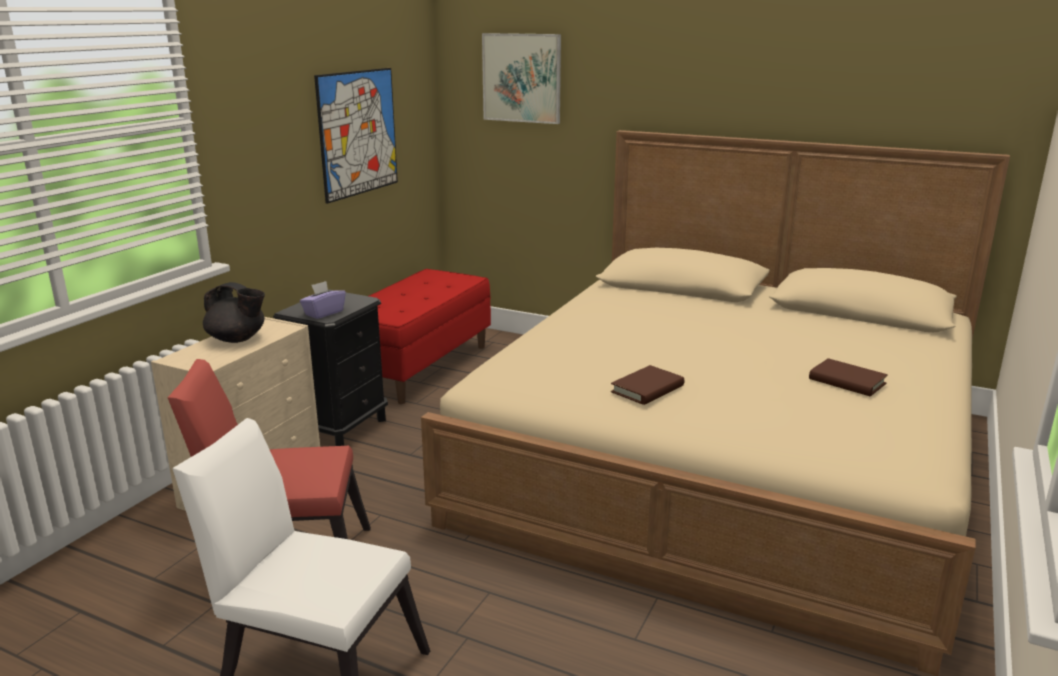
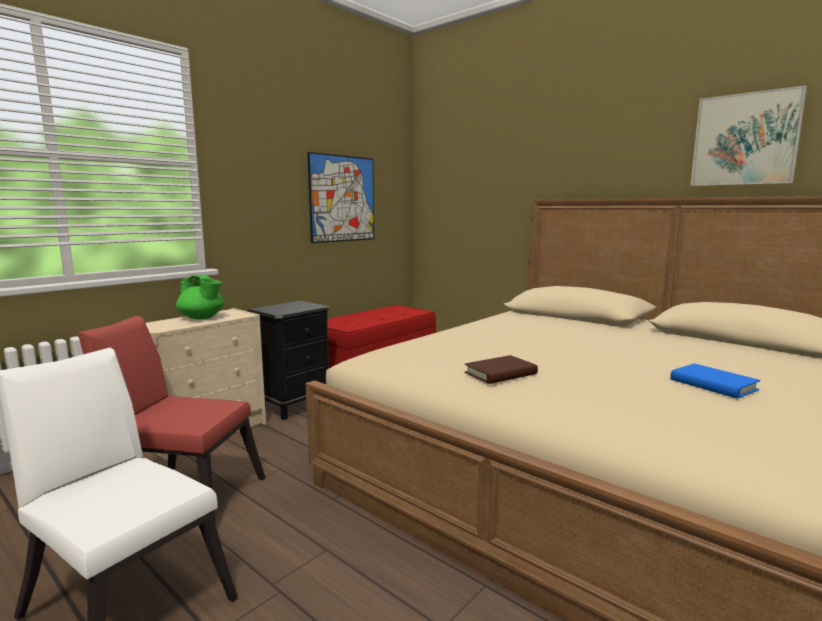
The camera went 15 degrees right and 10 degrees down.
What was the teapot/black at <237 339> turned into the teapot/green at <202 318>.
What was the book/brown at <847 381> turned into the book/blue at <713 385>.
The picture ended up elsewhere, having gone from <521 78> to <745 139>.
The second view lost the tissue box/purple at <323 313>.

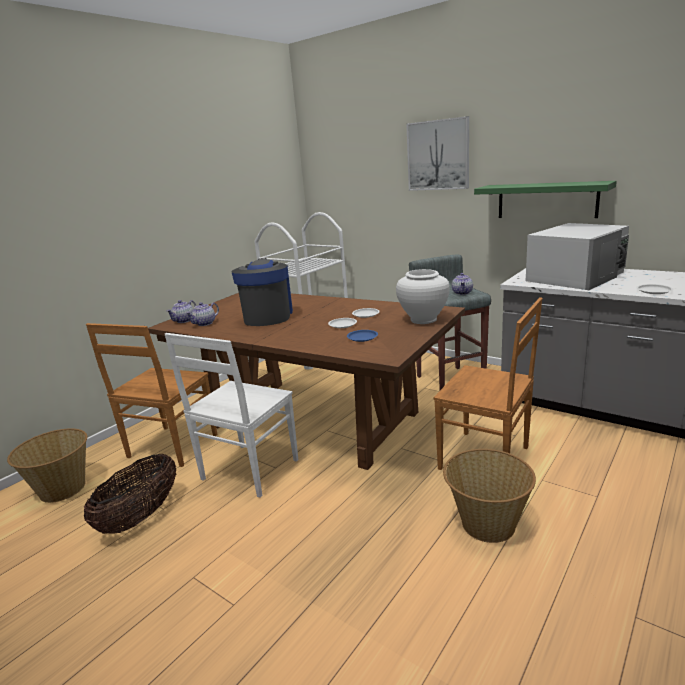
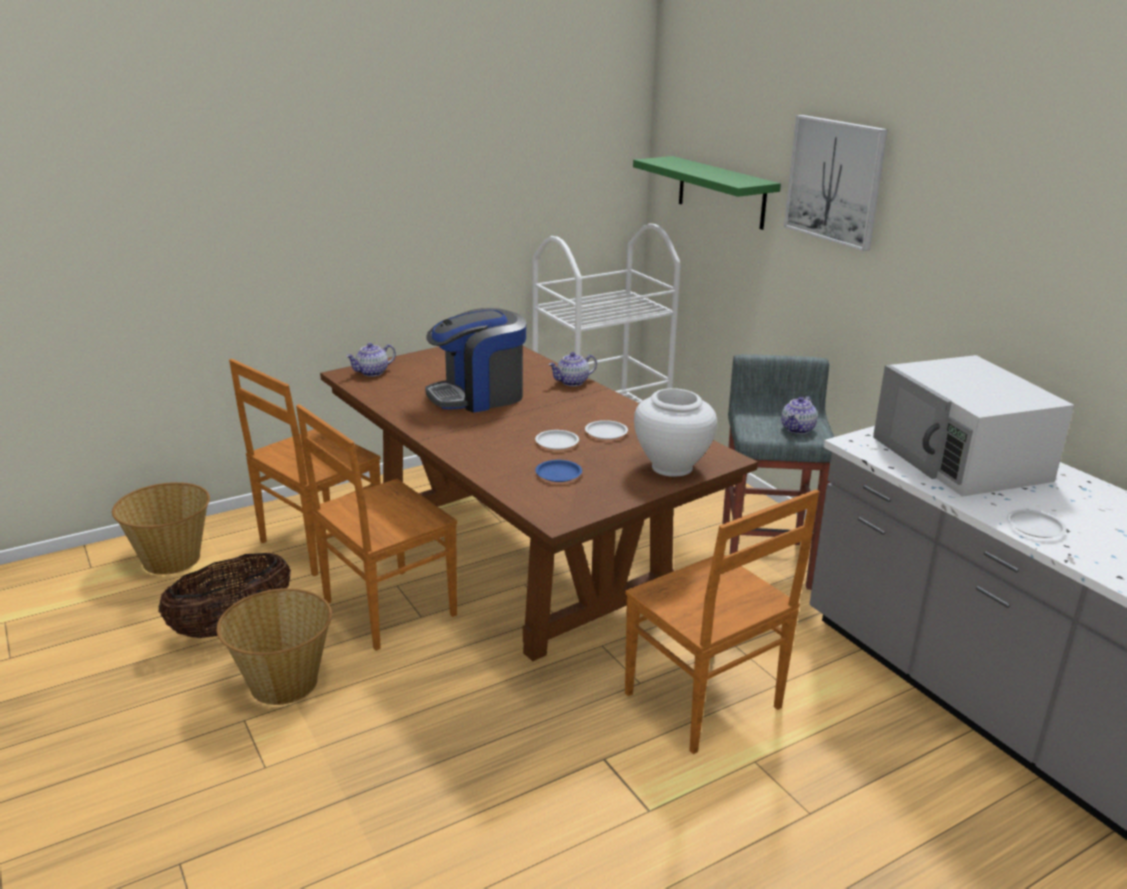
The camera went 20 degrees right and 5 degrees up.
The basket ended up elsewhere, having gone from <487 524> to <283 682>.
What was the chair/white at <248 471> turned into the chair/brown at <386 610>.
The coffee machine at <267 316> ended up facing another way, 135 degrees counterclockwise from before.
The teapot ended up elsewhere, having gone from <205 323> to <572 382>.
The shelf/green ended up elsewhere, having gone from <546 200> to <721 192>.
The microwave/white at <576 276> ended up facing another way, 90 degrees clockwise from before.

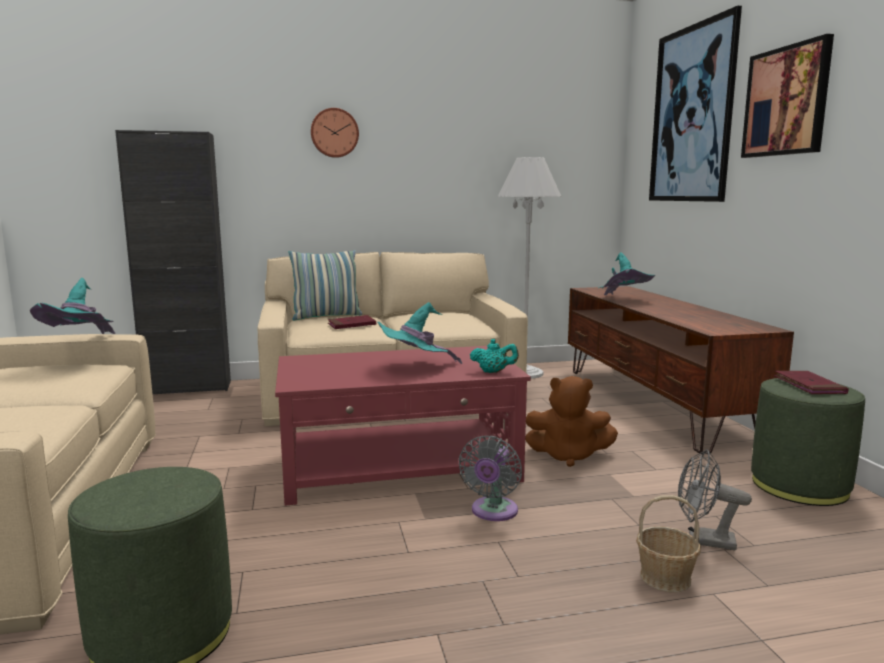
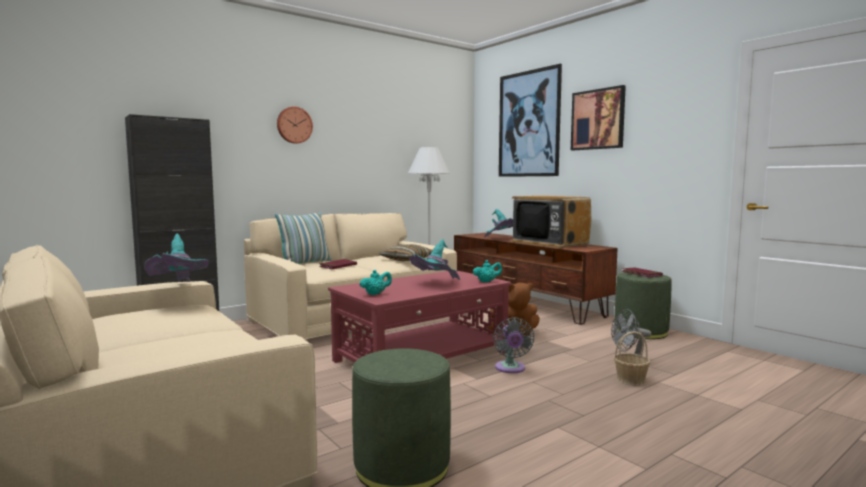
The camera went 25 degrees left and 5 degrees down.
The second view gained the teapot/turquoise at <375 294>.
The second view gained the pillow at <407 260>.
The second view gained the television at <549 243>.

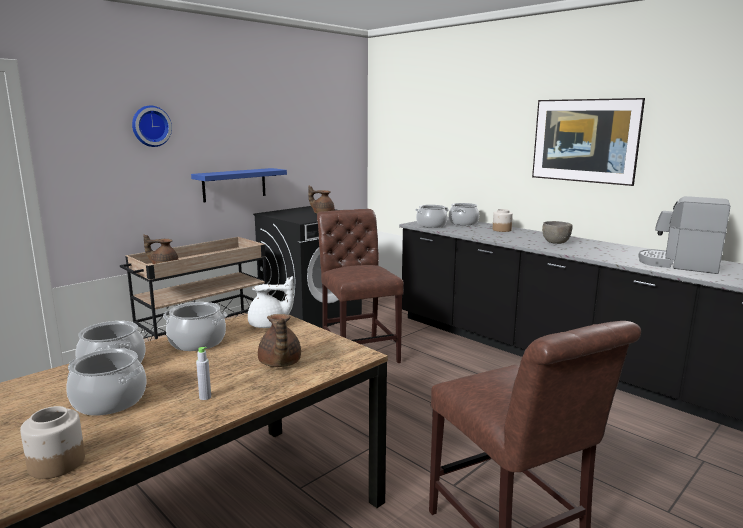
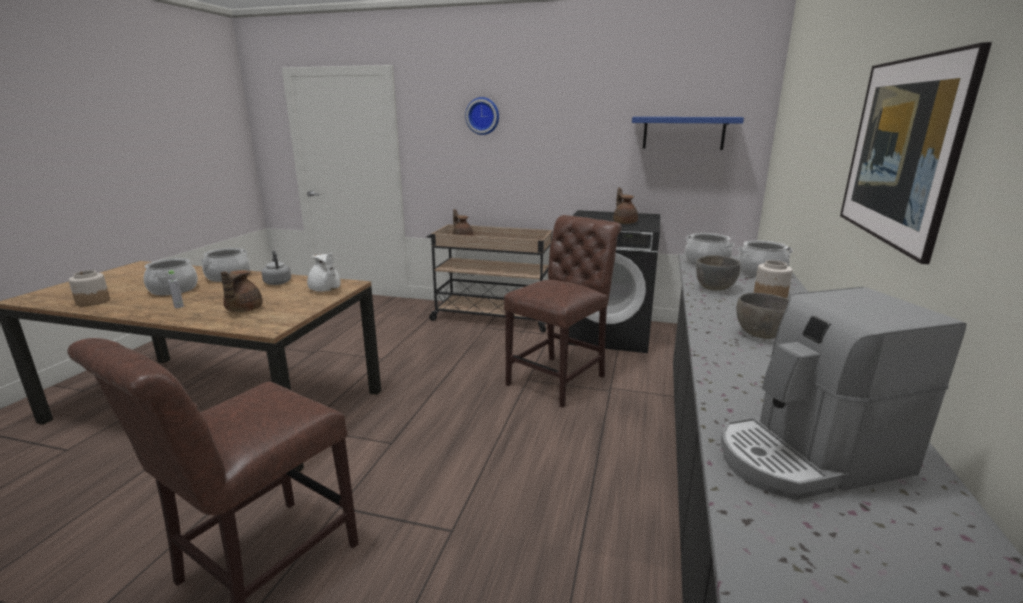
The camera went 60 degrees right and 5 degrees up.
The teapot/brown at <279 363> ended up facing another way, 45 degrees counterclockwise from before.
Where the cooking pot stood at <197 342>, the kettle/grey came to stand at <277 282>.
The shelf/blue ended up elsewhere, having gone from <234 184> to <683 133>.
The second view gained the bowl/grey at <715 288>.
The coffee machine at <679 264> ended up facing another way, 105 degrees counterclockwise from before.

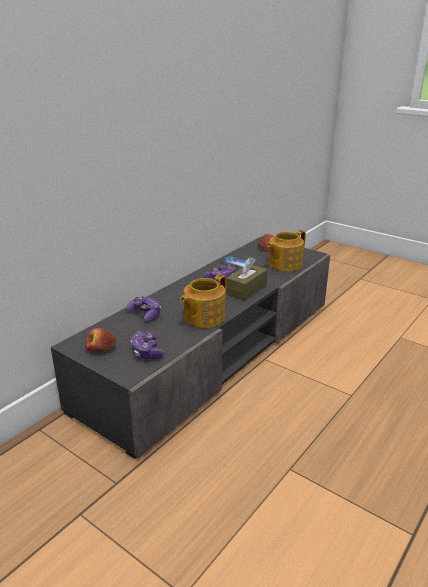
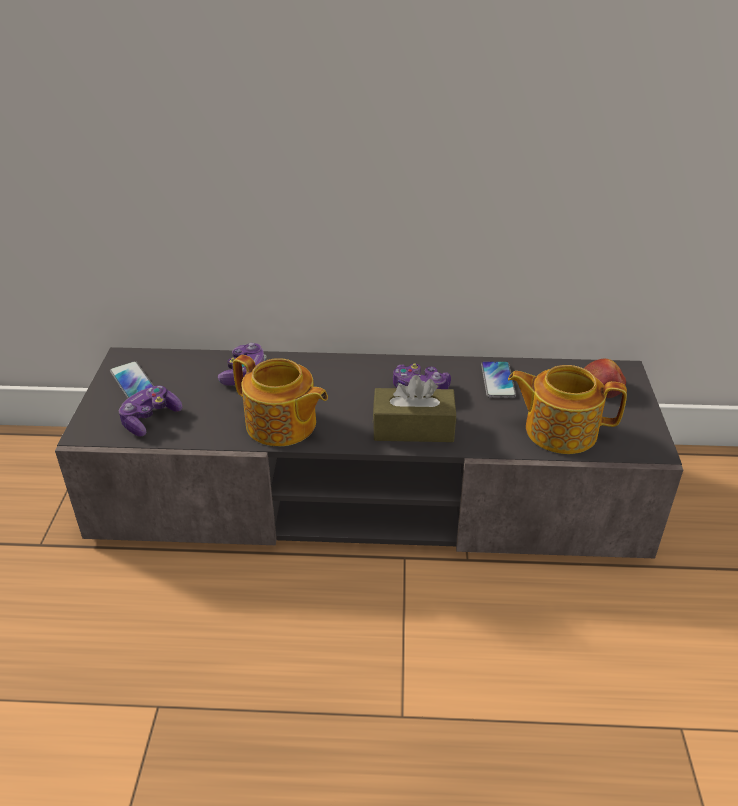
The camera went 55 degrees right and 10 degrees up.
Where the apple stood at <101 348>, the phone came to stand at <132 381>.
The teapot at <203 317> ended up facing another way, 150 degrees counterclockwise from before.

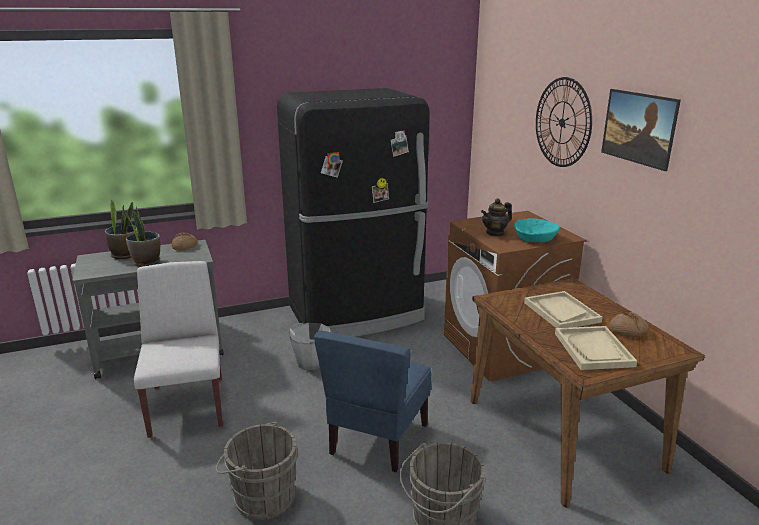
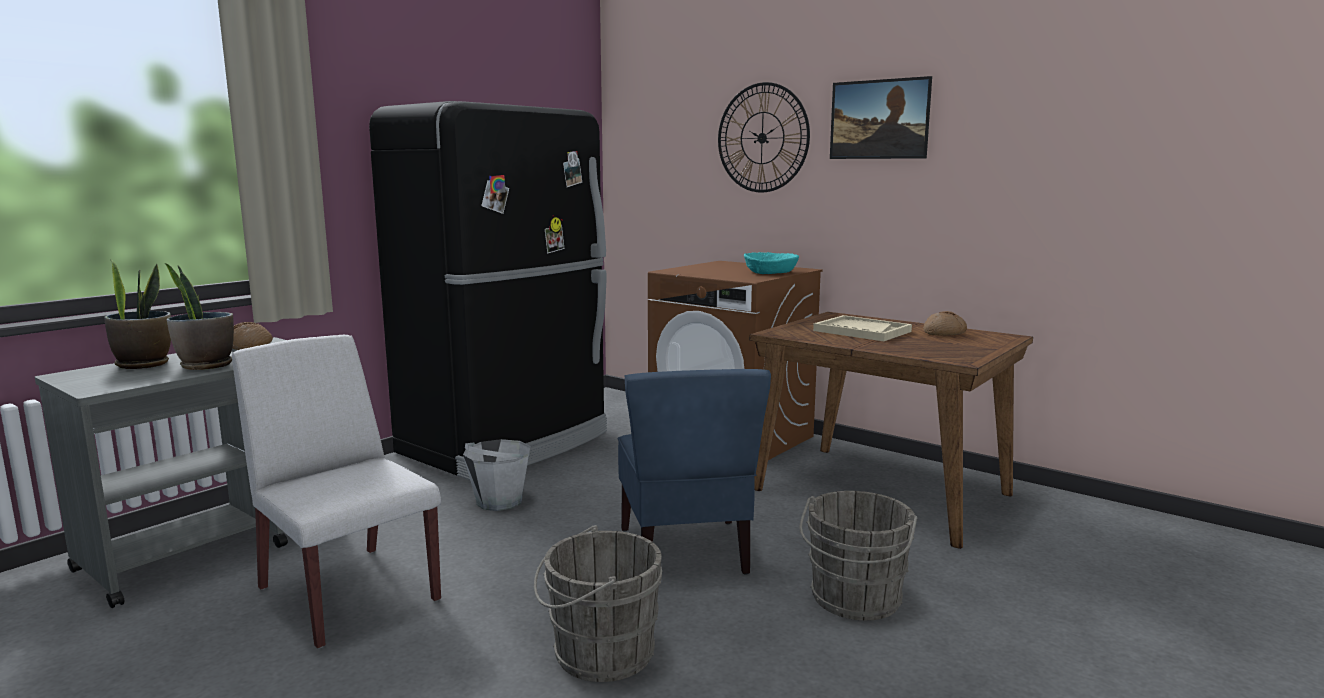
The camera went 30 degrees left and 10 degrees down.
The second view lost the teapot at <495 233>.
The second view lost the tray/beige at <593 349>.

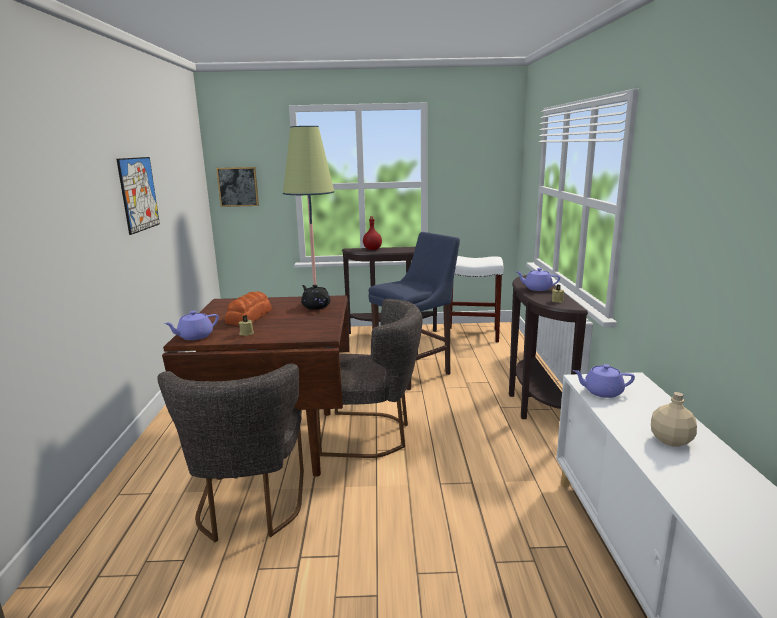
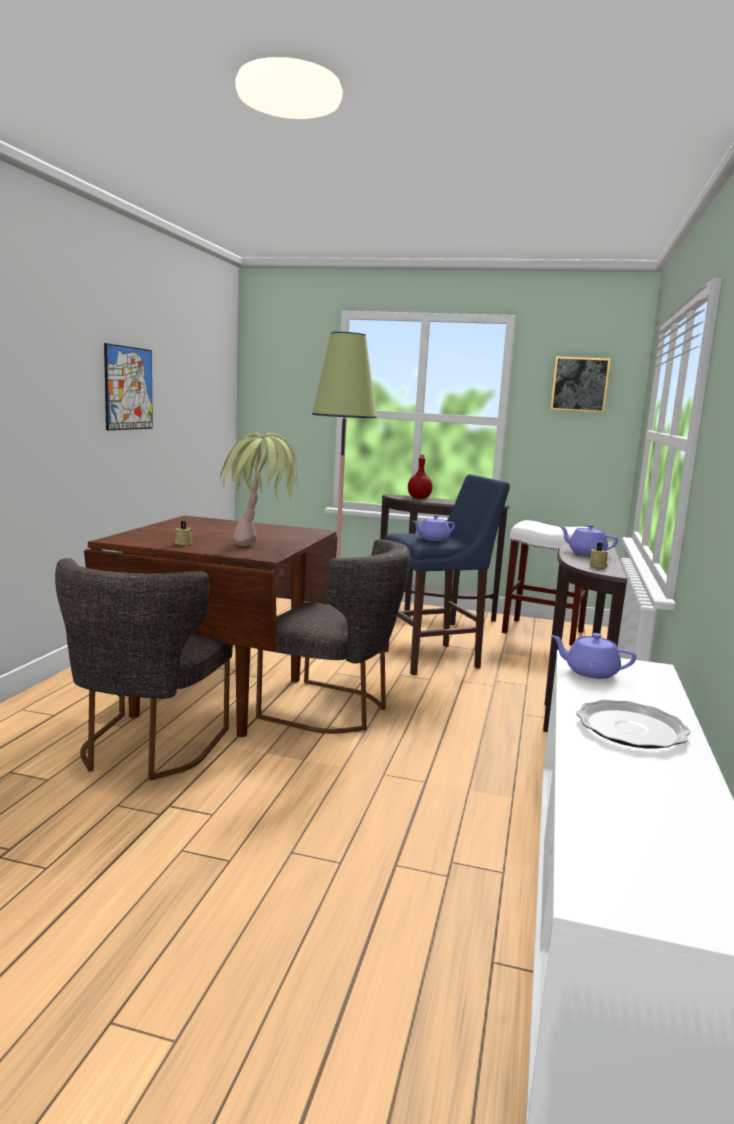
The camera went 15 degrees right and 5 degrees down.
The second view gained the potted plant at <259 550>.
The teapot/purple ended up elsewhere, having gone from <194 336> to <433 539>.
The picture ended up elsewhere, having gone from <238 186> to <579 384>.
Where the bottle/beige stood at <671 440>, the plate came to stand at <632 729>.
The second view lost the bread at <250 316>.
The second view lost the teapot/black at <315 306>.

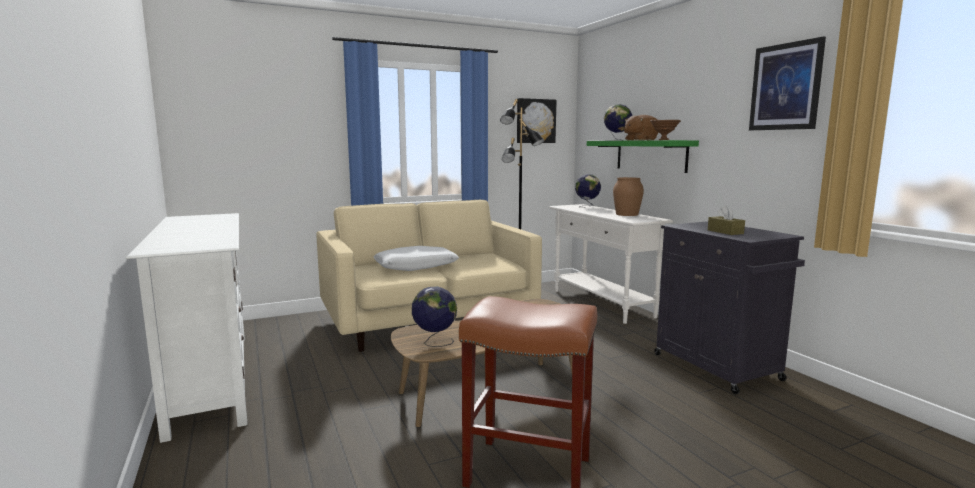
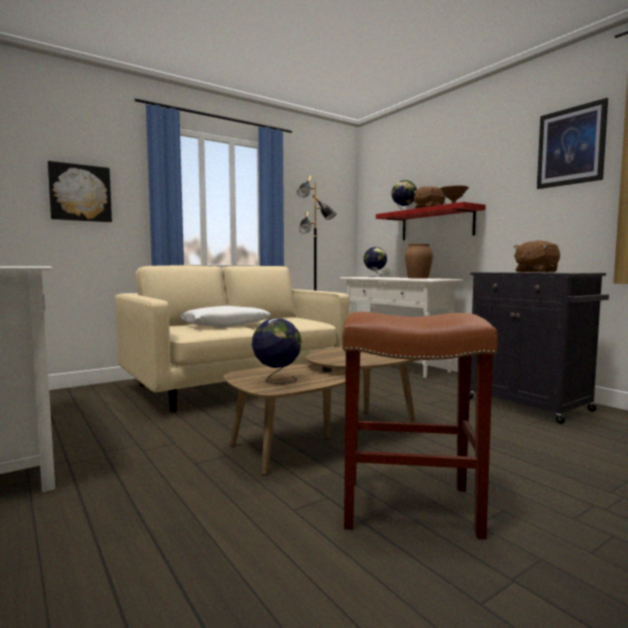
The camera went 10 degrees left and 5 degrees down.
The picture ended up elsewhere, having gone from <535 121> to <80 193>.
What was the shelf/green at <650 155> turned into the shelf/red at <436 224>.
Where the tissue box/brown stood at <725 232>, the plush toy/brown came to stand at <535 272>.

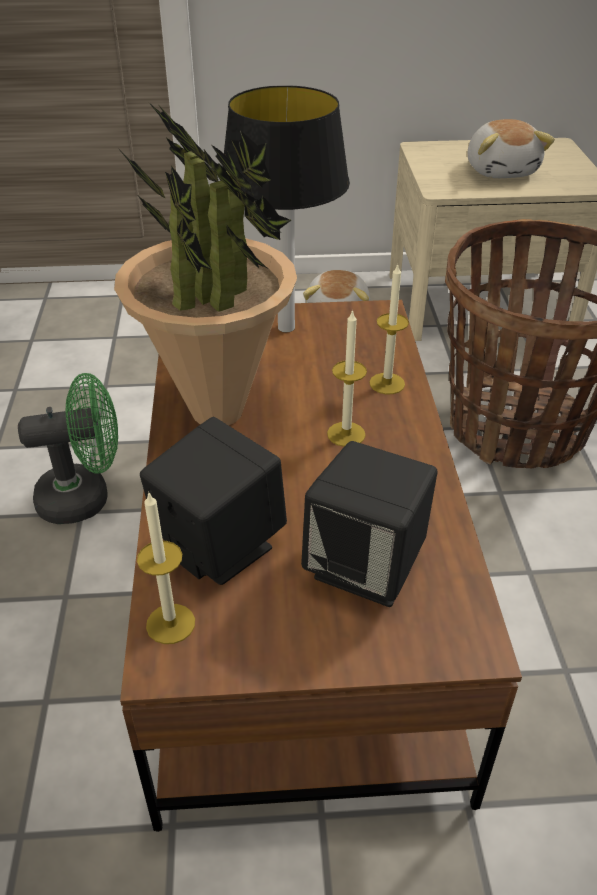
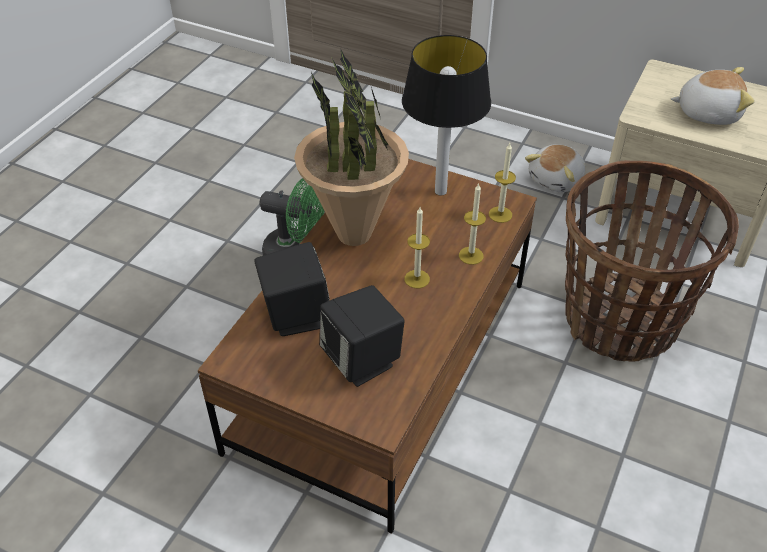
The camera went 30 degrees right and 5 degrees up.
The candle ended up elsewhere, having gone from <170 623> to <500 214>.
The plush toy at <501 170> ended up facing another way, 105 degrees counterclockwise from before.

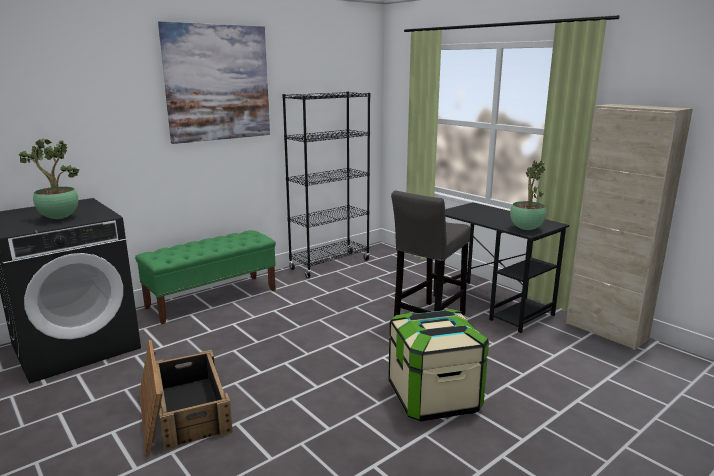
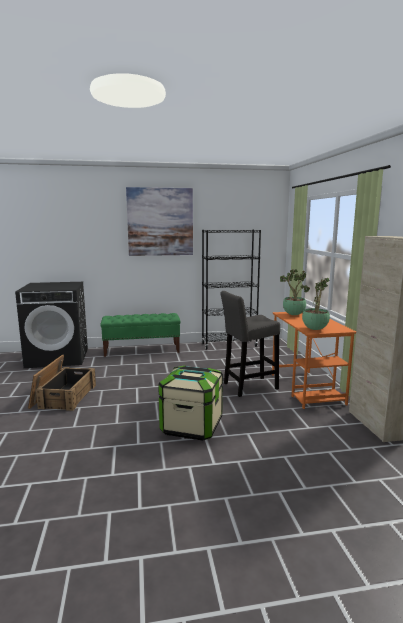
The camera went 30 degrees right and 5 degrees down.
What was the desk/black at <492 305> turned into the desk/orange at <306 389>.
The potted plant ended up elsewhere, having gone from <58 218> to <293 315>.

